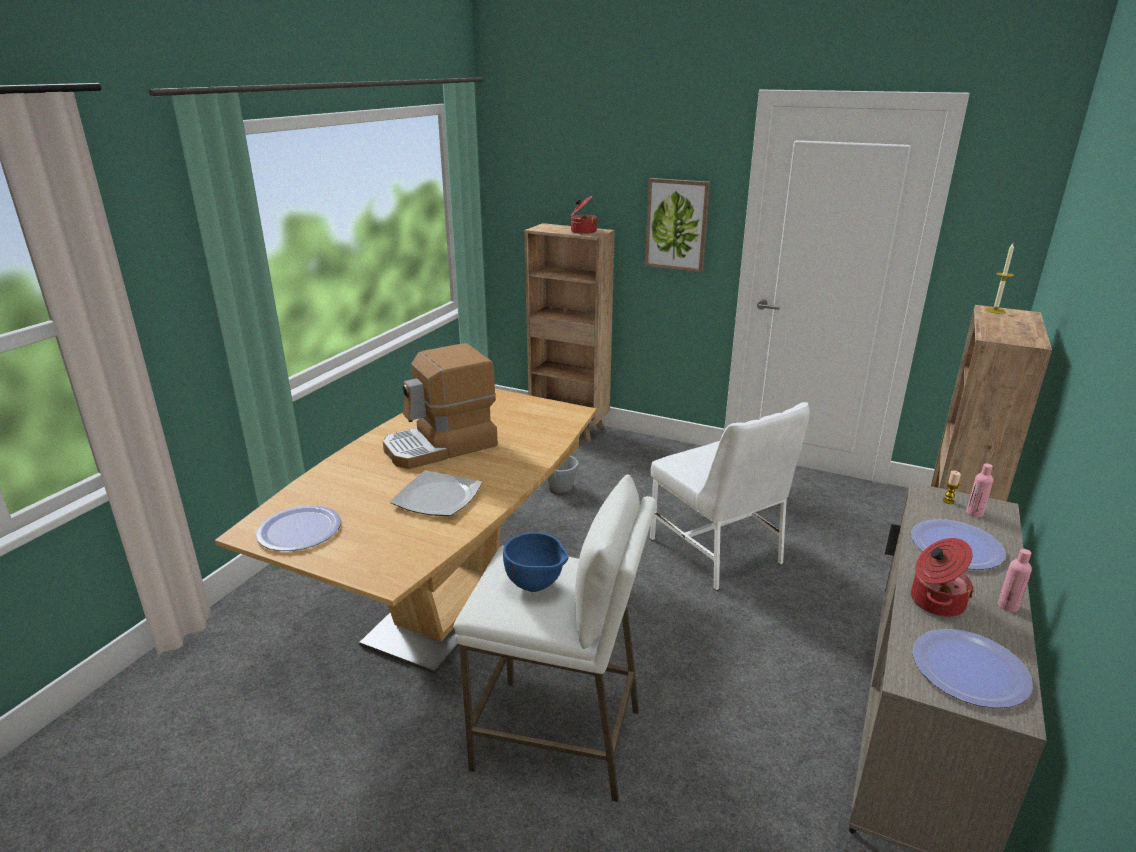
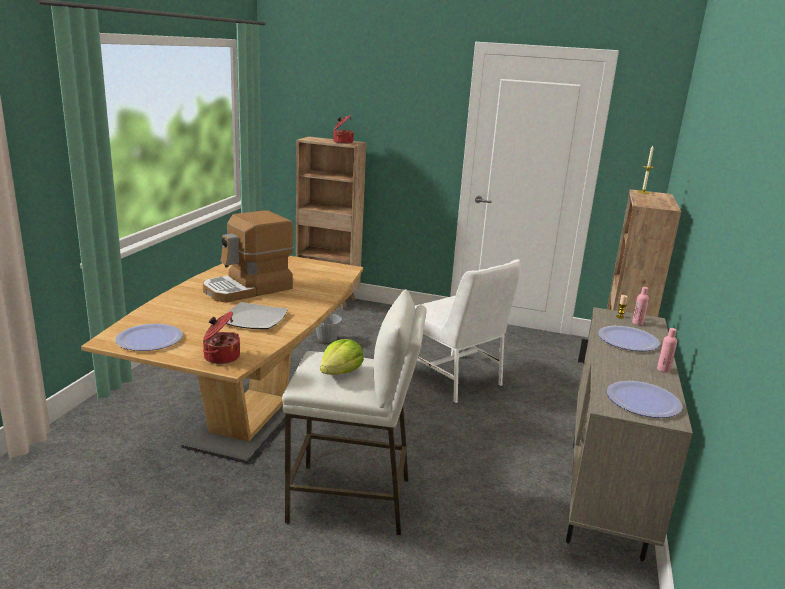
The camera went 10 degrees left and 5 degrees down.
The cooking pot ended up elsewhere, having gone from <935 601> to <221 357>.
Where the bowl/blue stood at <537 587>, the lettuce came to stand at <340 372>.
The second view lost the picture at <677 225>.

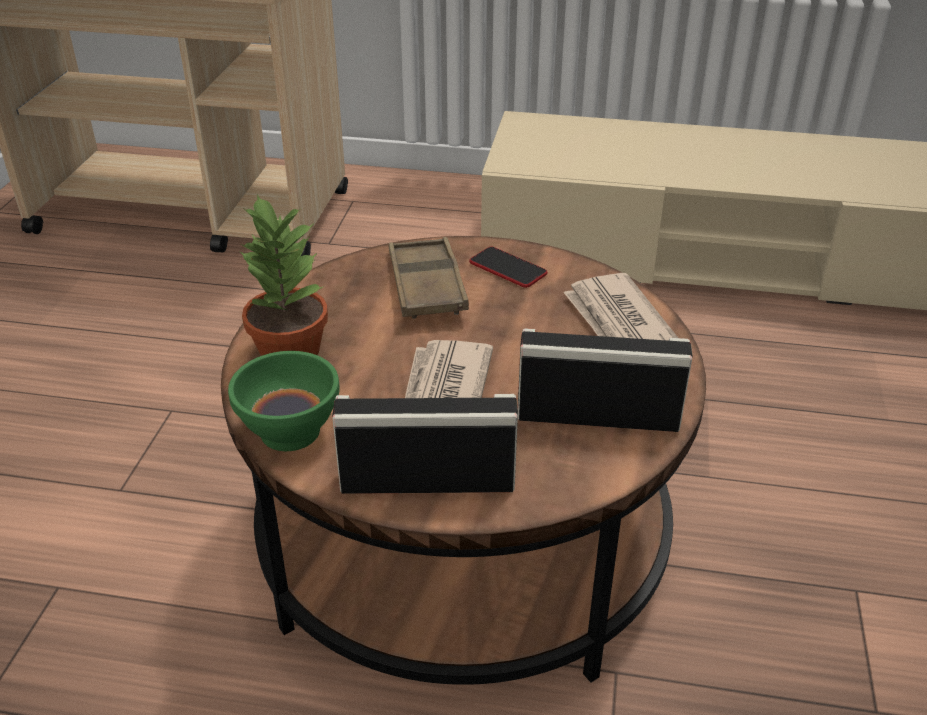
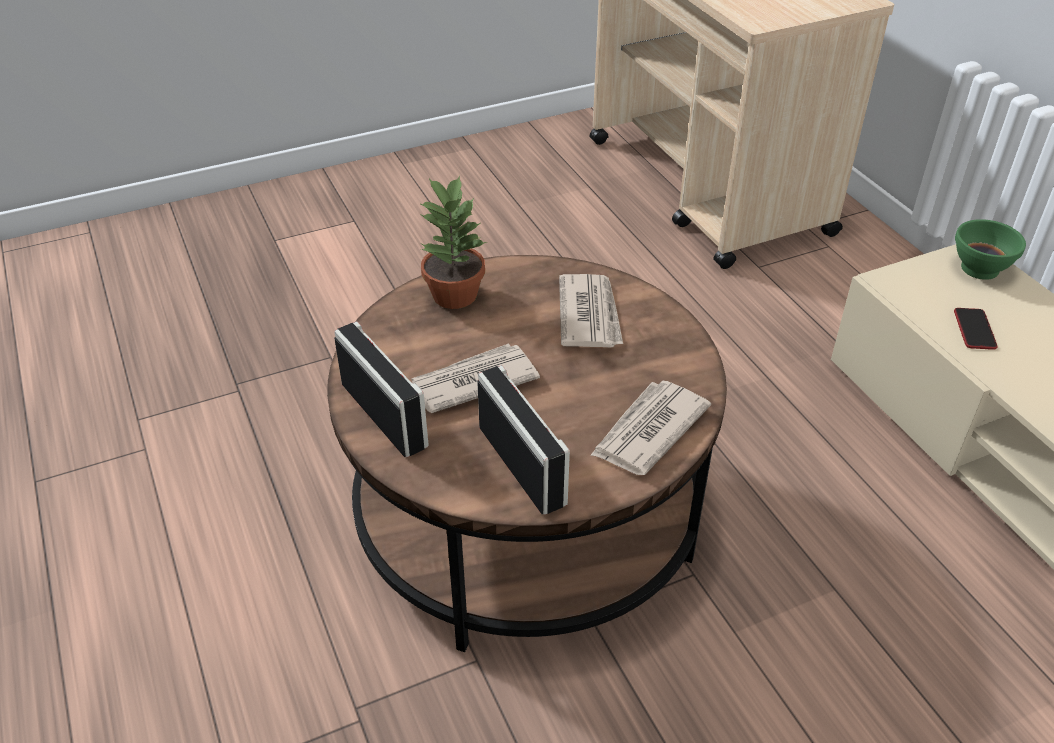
The camera went 55 degrees right and 5 degrees up.
Where the tray/brown stood at <426 286>, the newspaper came to stand at <589 314>.
The phone ended up elsewhere, having gone from <508 268> to <974 329>.
The bowl/green ended up elsewhere, having gone from <291 430> to <980 269>.

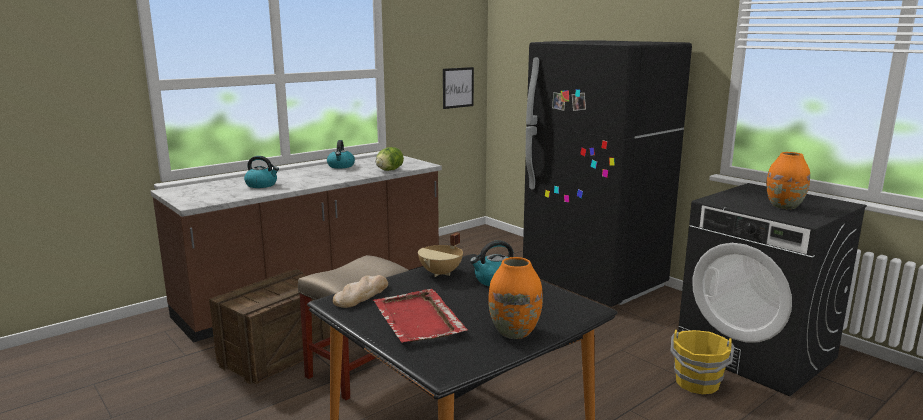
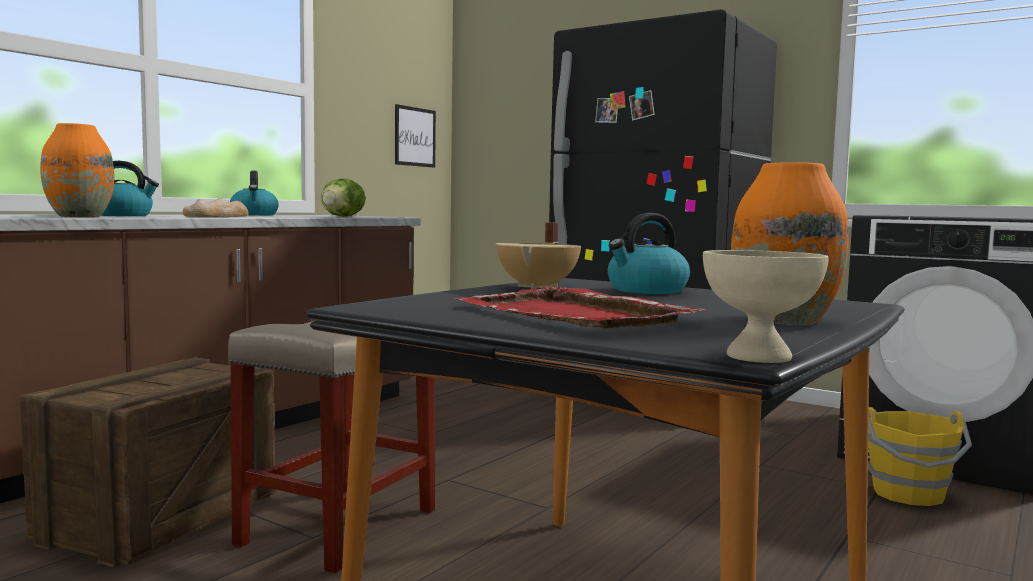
The camera went 15 degrees left and 10 degrees down.
The vase/orange ended up elsewhere, having gone from <784 206> to <79 216>.
The bread ended up elsewhere, having gone from <361 295> to <217 216>.
The second view gained the bowl/beige at <761 356>.

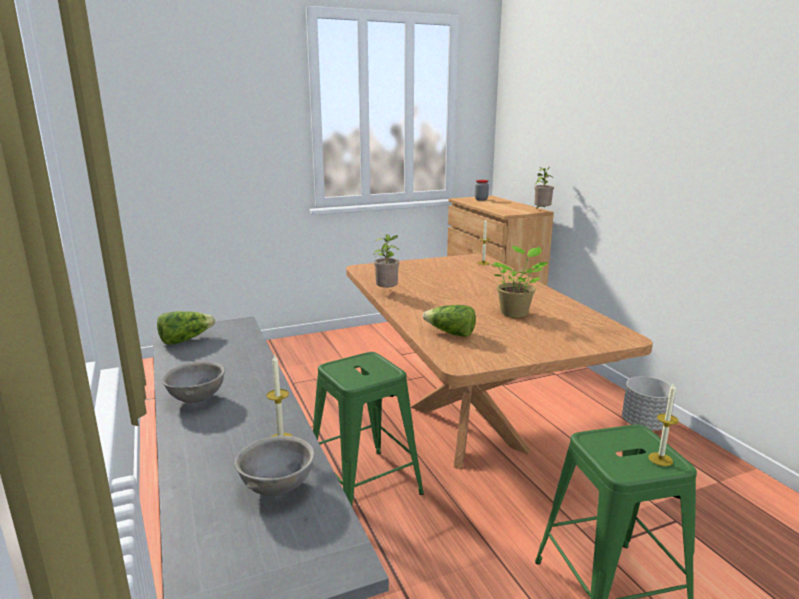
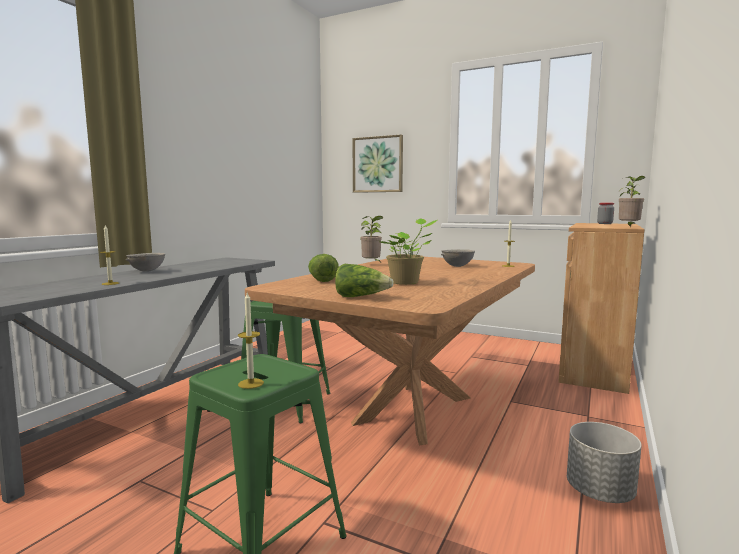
The camera went 50 degrees right and 10 degrees down.
The lettuce ended up elsewhere, having gone from <185 340> to <361 297>.
The second view gained the picture at <378 164>.
The bowl/grey ended up elsewhere, having gone from <276 488> to <457 266>.

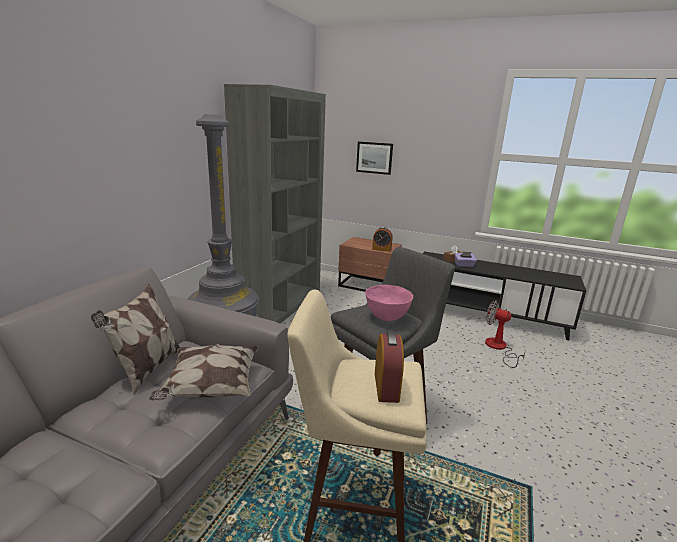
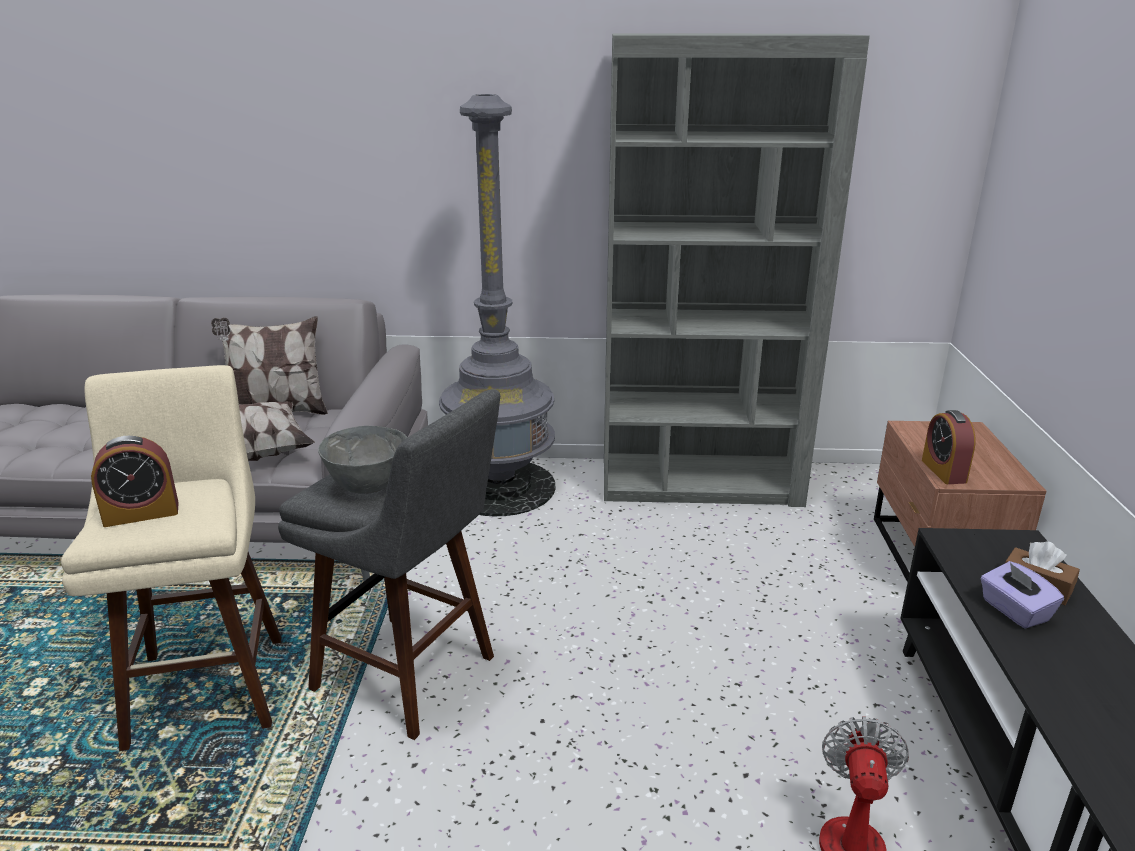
The camera went 70 degrees right and 5 degrees up.
What was the bowl/pink at <387 317> turned into the bowl/grey at <367 487>.
The second view lost the picture at <374 157>.

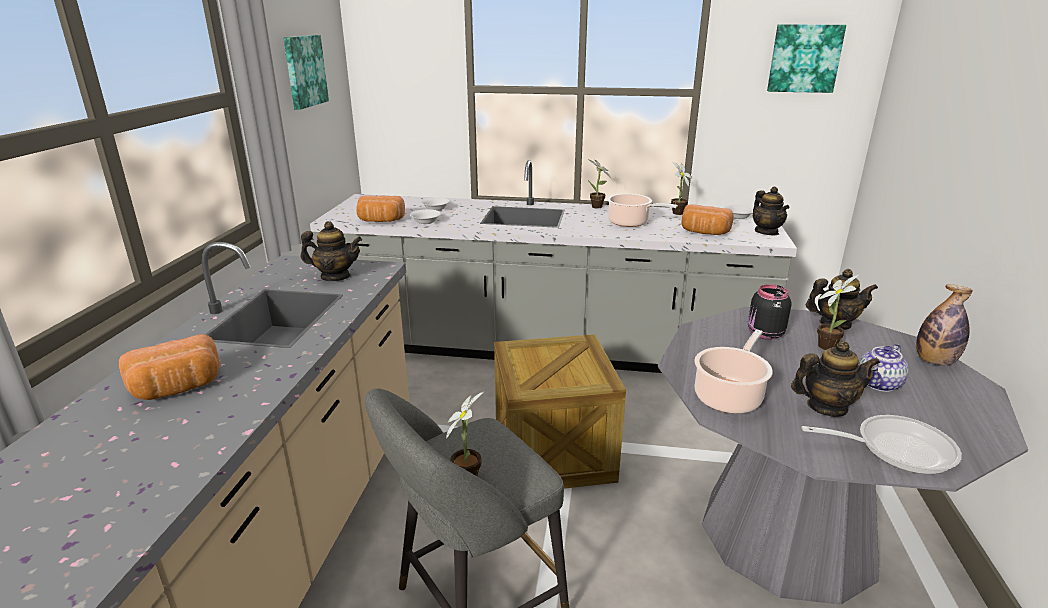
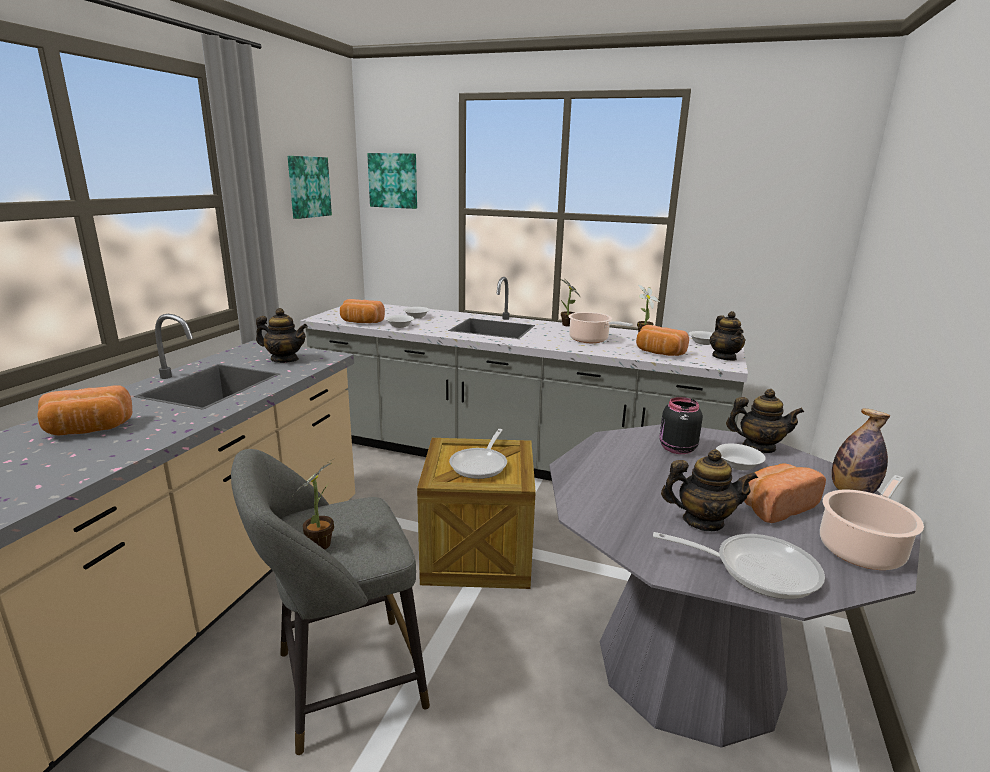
The camera went 10 degrees right and 5 degrees down.
The picture ended up elsewhere, having gone from <804 58> to <393 180>.
The second view gained the frying pan at <481 464>.
Where the potted plant stood at <827 345>, the bowl/white came to stand at <738 465>.
Where the teapot stood at <879 384>, the bread came to stand at <775 507>.
The cooking pot ended up elsewhere, having gone from <729 396> to <862 548>.

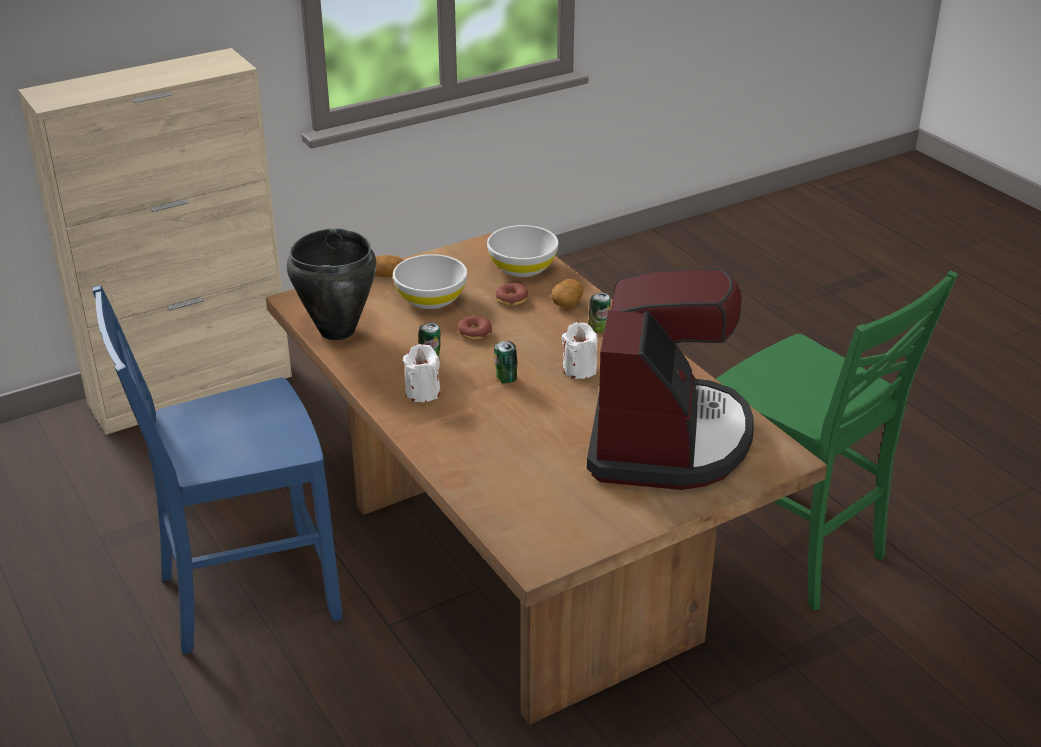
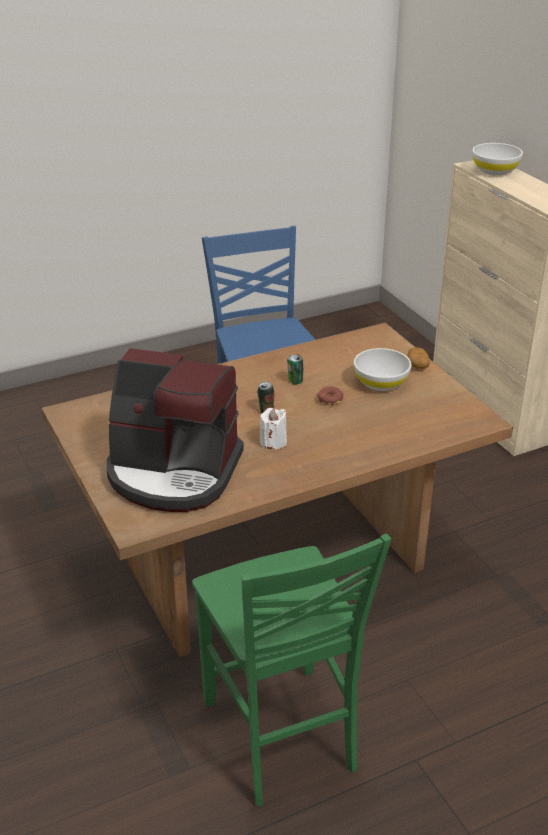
The camera went 95 degrees right and 0 degrees up.
The chair/green at <793 548> ended up facing another way, 75 degrees counterclockwise from before.
The bowl/white ended up elsewhere, having gone from <522 268> to <495 171>.
The second view lost the cooking pot/black at <336 331>.
The second view lost the candle/white at <422 392>.
The second view lost the donut at <512 299>.
The second view lost the potato at <567 302>.
The second view lost the can at <599 329>.

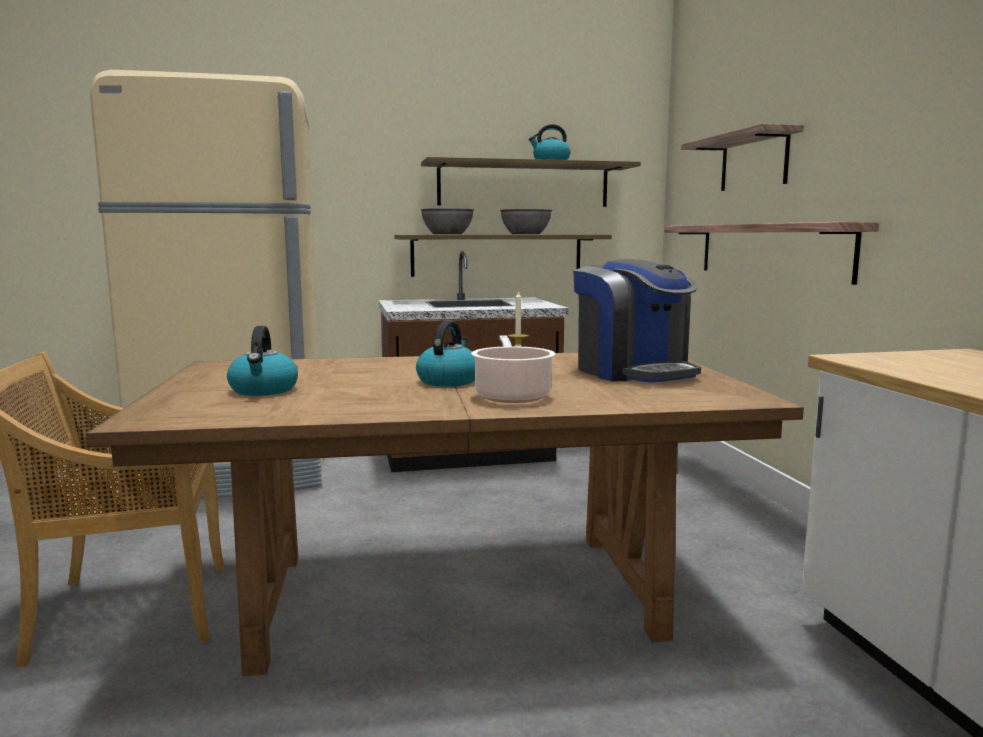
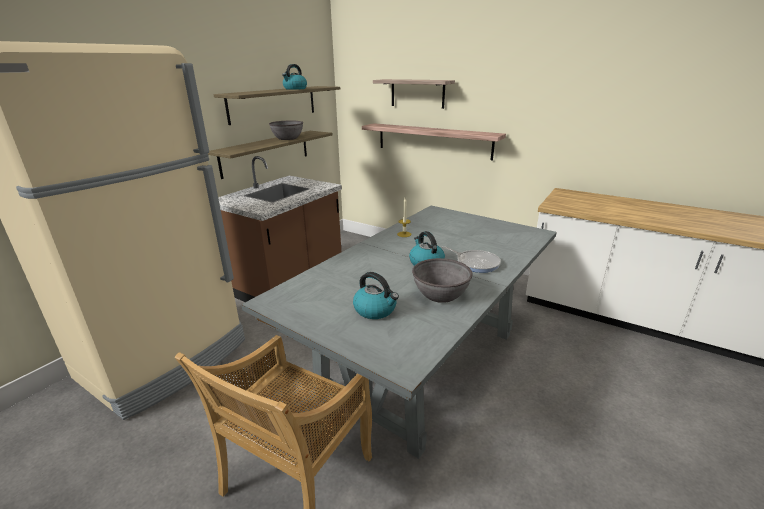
The camera went 45 degrees left and 15 degrees up.
What was the dining table/brown at <457 595> turned into the dining table/grey at <421 361>.
The bowl/grey ended up elsewhere, having gone from <447 234> to <440 294>.
Where the cooking pot stood at <512 395>, the frying pan came to stand at <475 263>.
The second view lost the coffee machine at <633 372>.

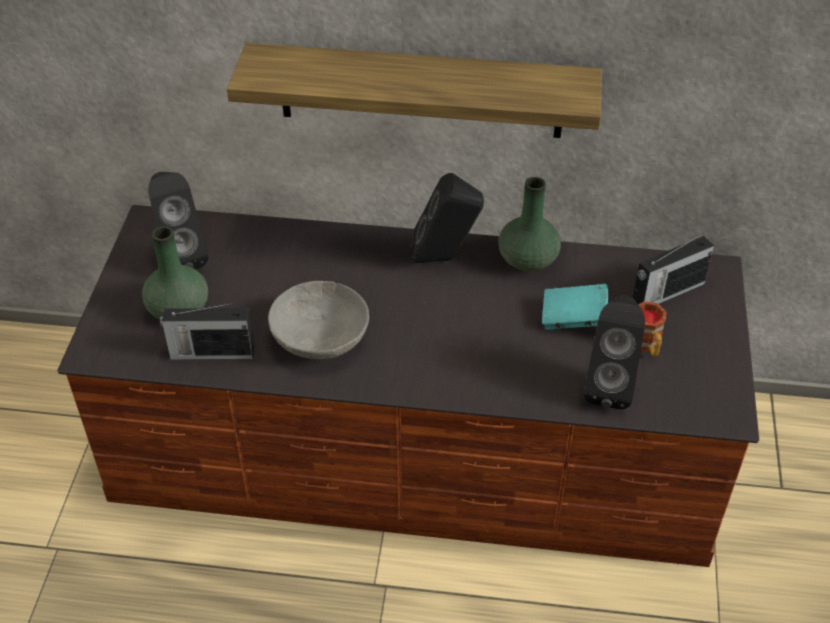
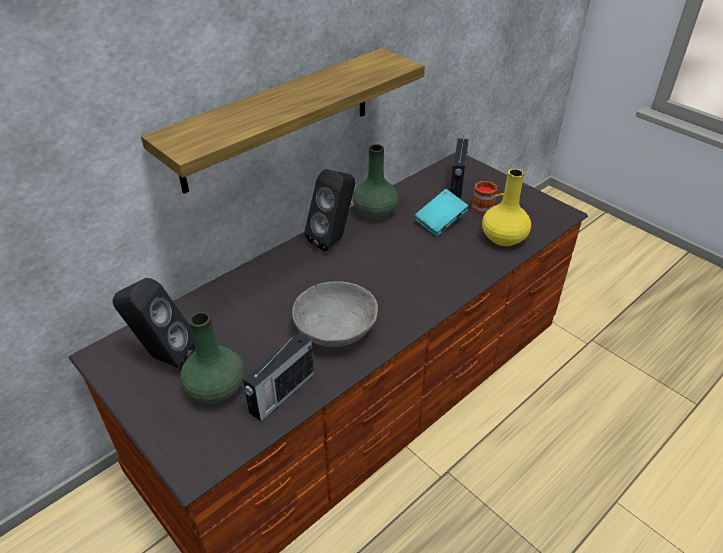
The camera went 50 degrees left and 5 degrees down.
Where the speaker/black stood at <609 385>, the vase/yellow came to stand at <503 238>.

